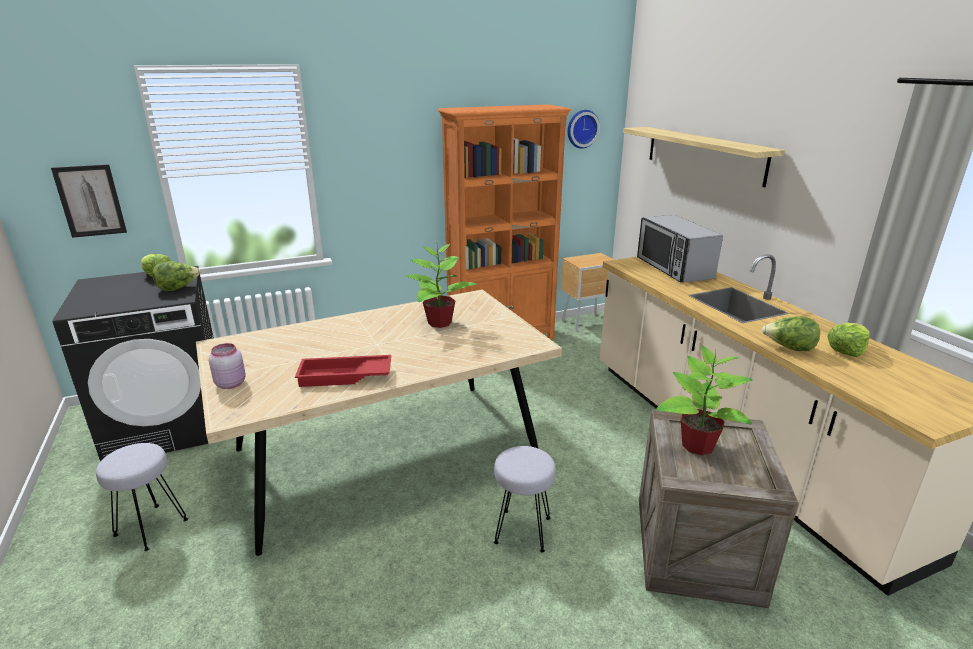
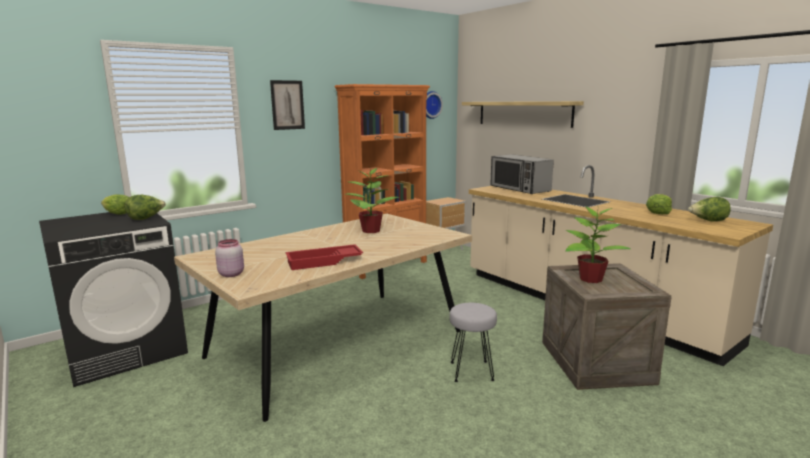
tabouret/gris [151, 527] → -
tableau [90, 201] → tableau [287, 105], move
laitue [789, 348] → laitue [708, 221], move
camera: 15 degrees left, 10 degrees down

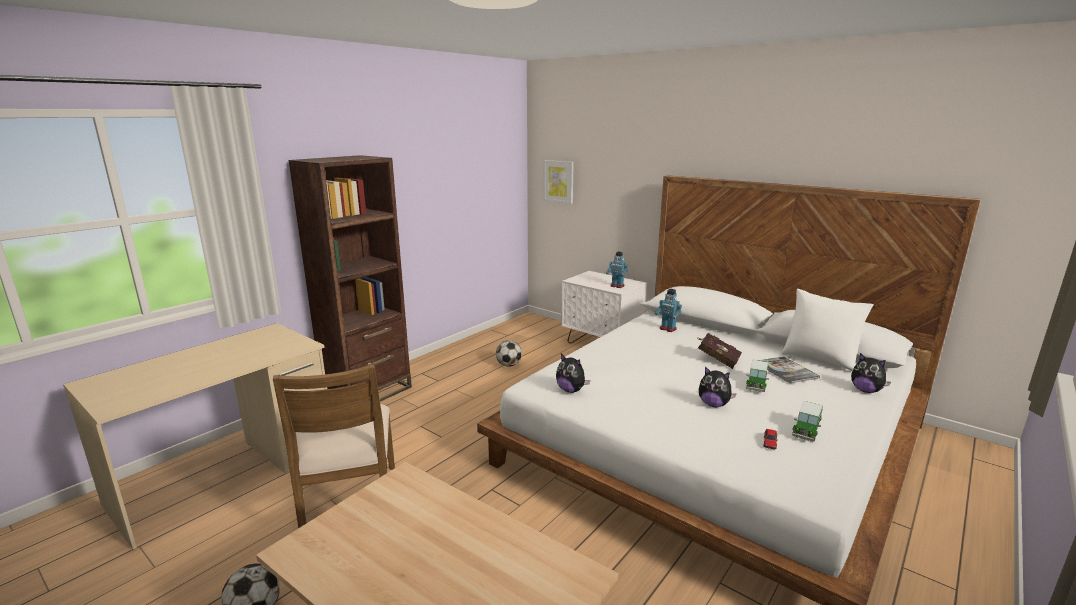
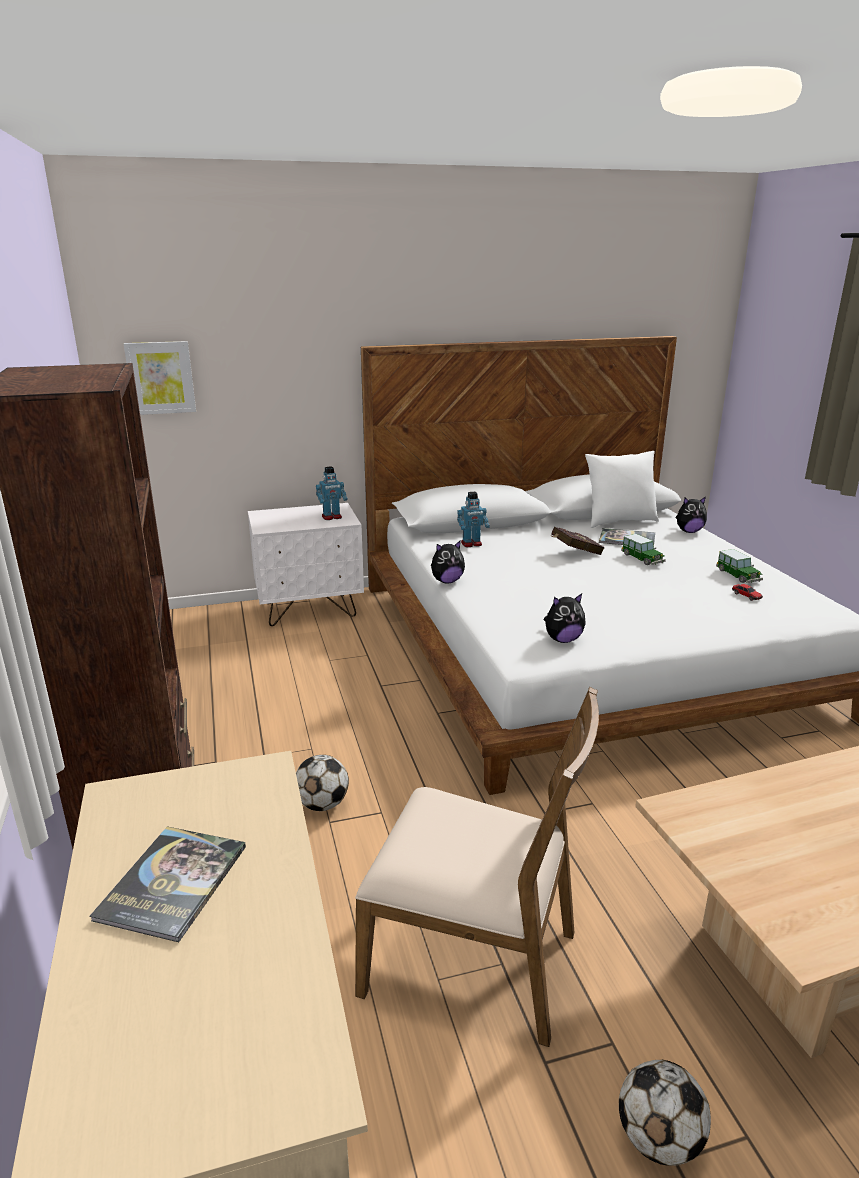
- → livre [172, 882]
ballon de foot [509, 365] → ballon de foot [322, 804], move
peluche [714, 404] → peluche [447, 581], move
camera: 55 degrees left, 5 degrees up

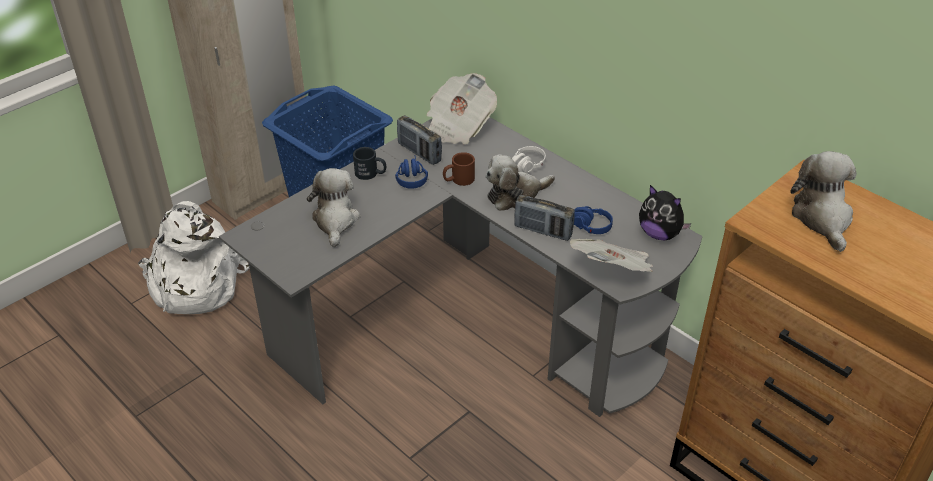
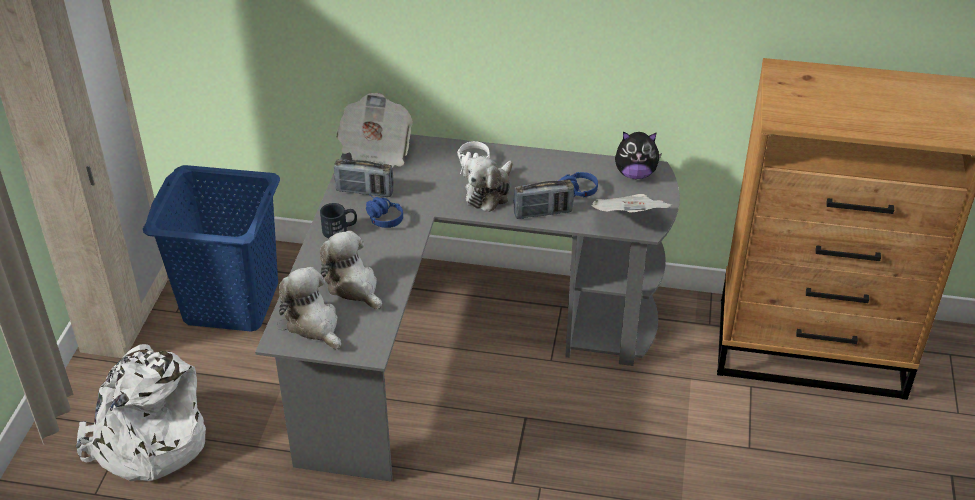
mug/marron [458, 180] → -
peluche [822, 218] → peluche [314, 324], move
camera: 35 degrees left, 0 degrees up

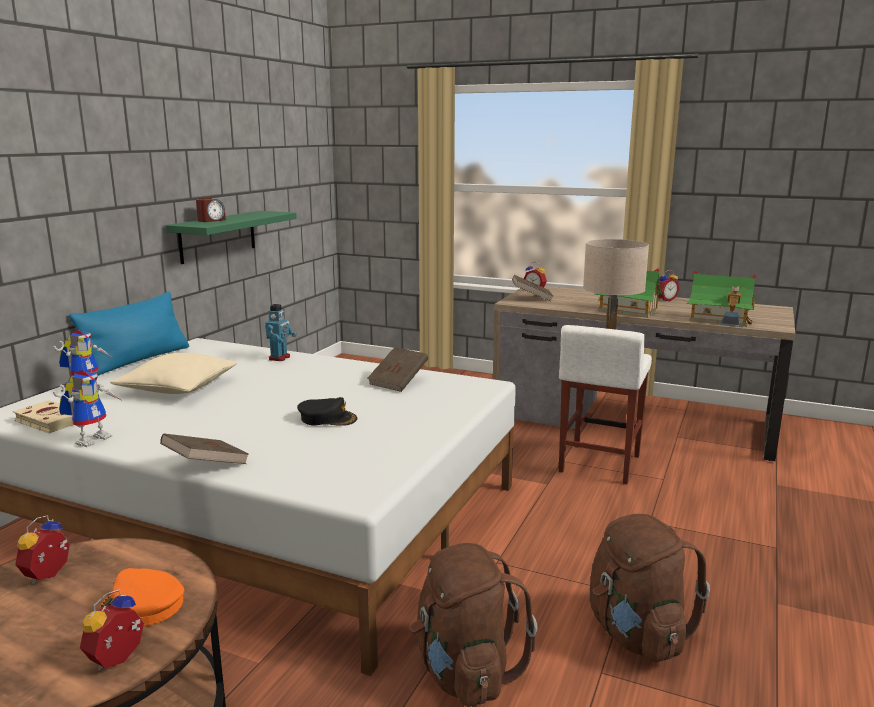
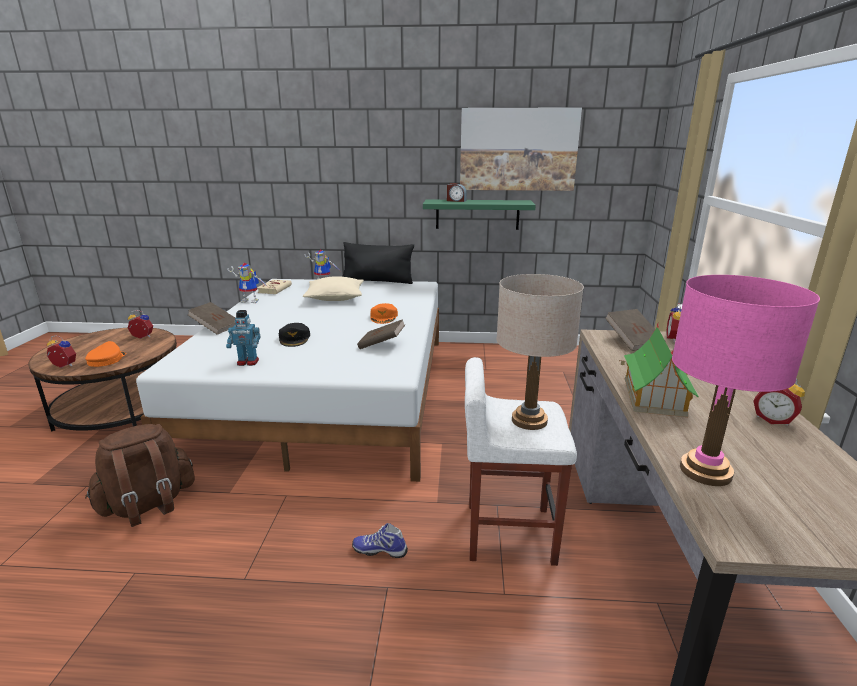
sac à dos/marron [636, 634] → -
- → chaussure [380, 550]
- → casquette/orange [384, 317]
- → tableau [518, 150]
robot jouet [280, 358] → robot jouet [247, 362], move
maison miniature [719, 320] → lampe de table/rose [705, 471]
coussin/bleu [138, 360] → coussin/noir [378, 281]
camera: 70 degrees right, 5 degrees up

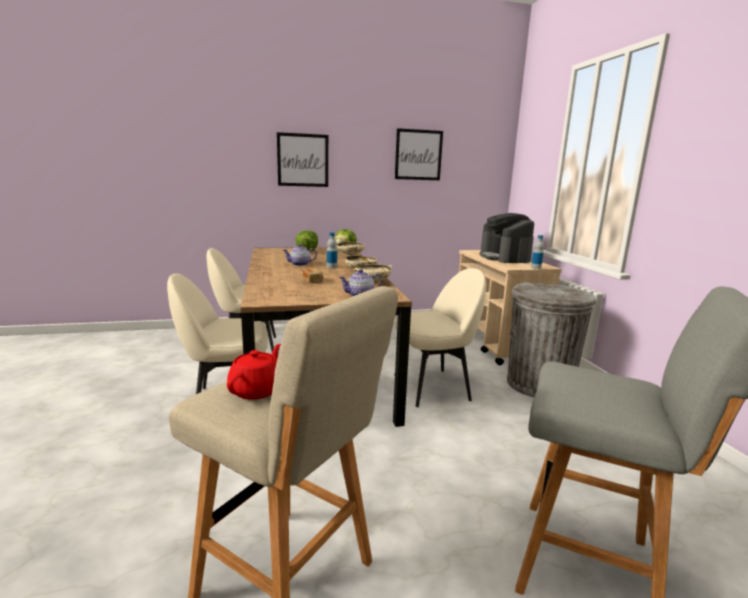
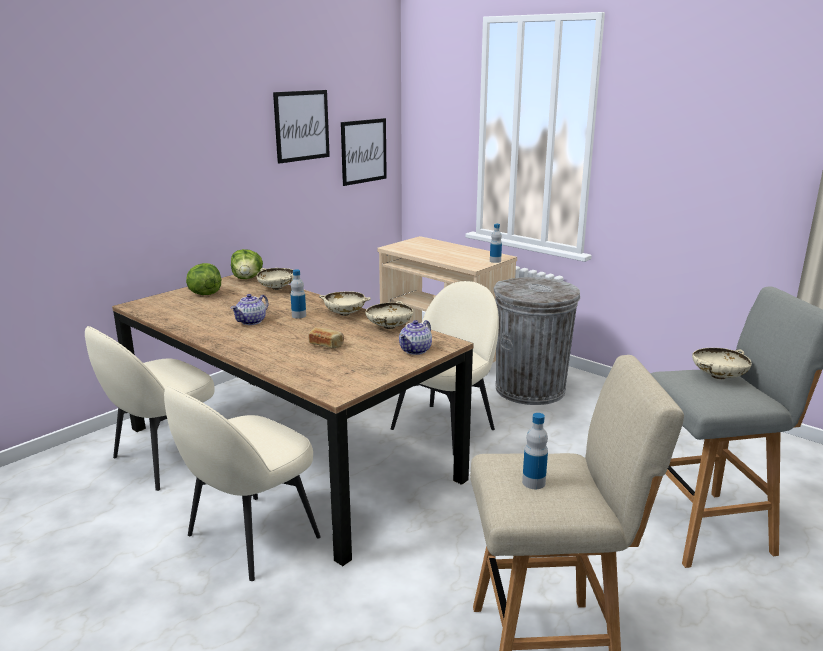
machine à café [504, 257] → -
- → bol/beige [718, 376]
tableau [303, 160] → tableau [363, 151], move
théière/rouge [257, 390] → bouteille [533, 482]
camera: 35 degrees left, 5 degrees up

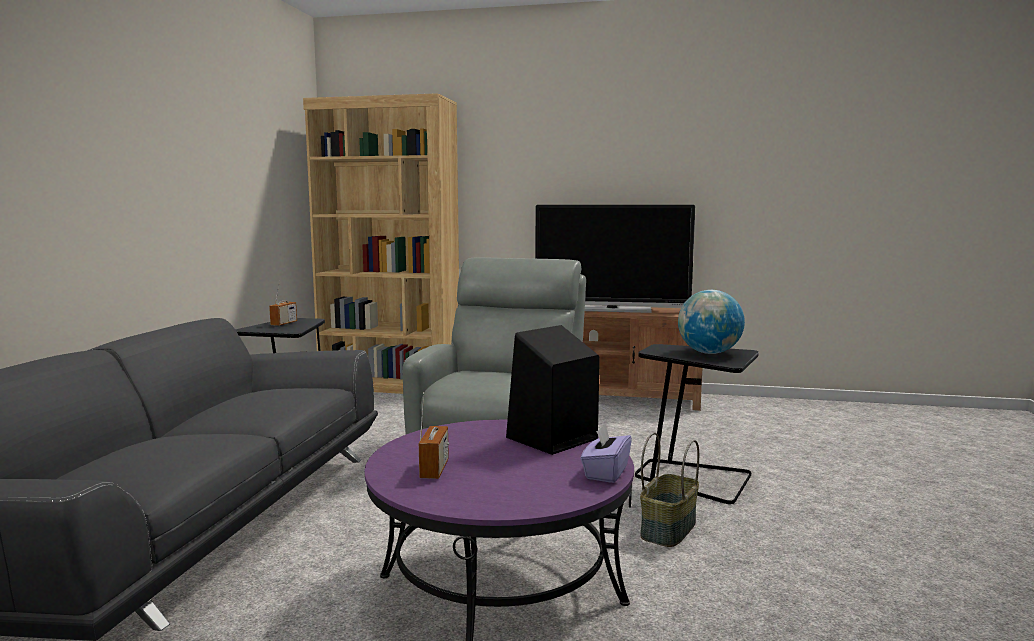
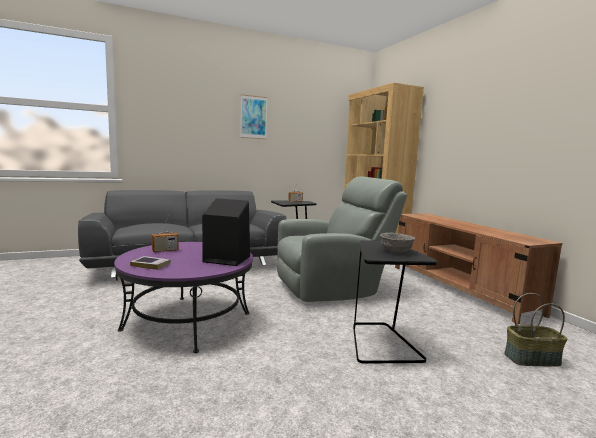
téléviseur [611, 310] → -
boîte à mouchoirs/violet [605, 473] → -
- → livre [150, 265]
- → tableau [253, 117]
panier [667, 529] → panier [532, 358], move
globe [709, 353] → bol/gris [395, 251]
camera: 55 degrees right, 0 degrees up

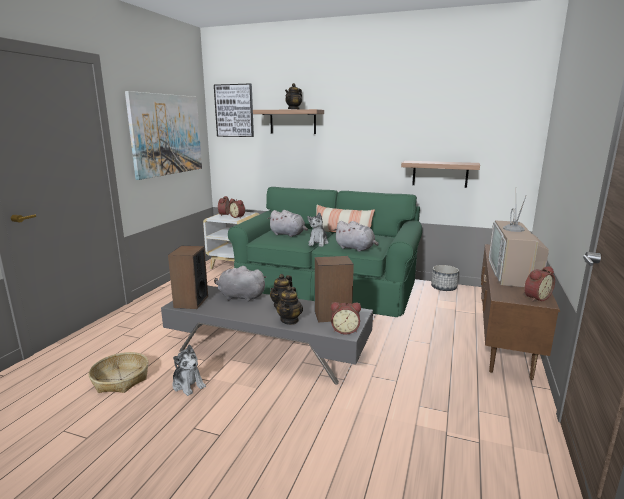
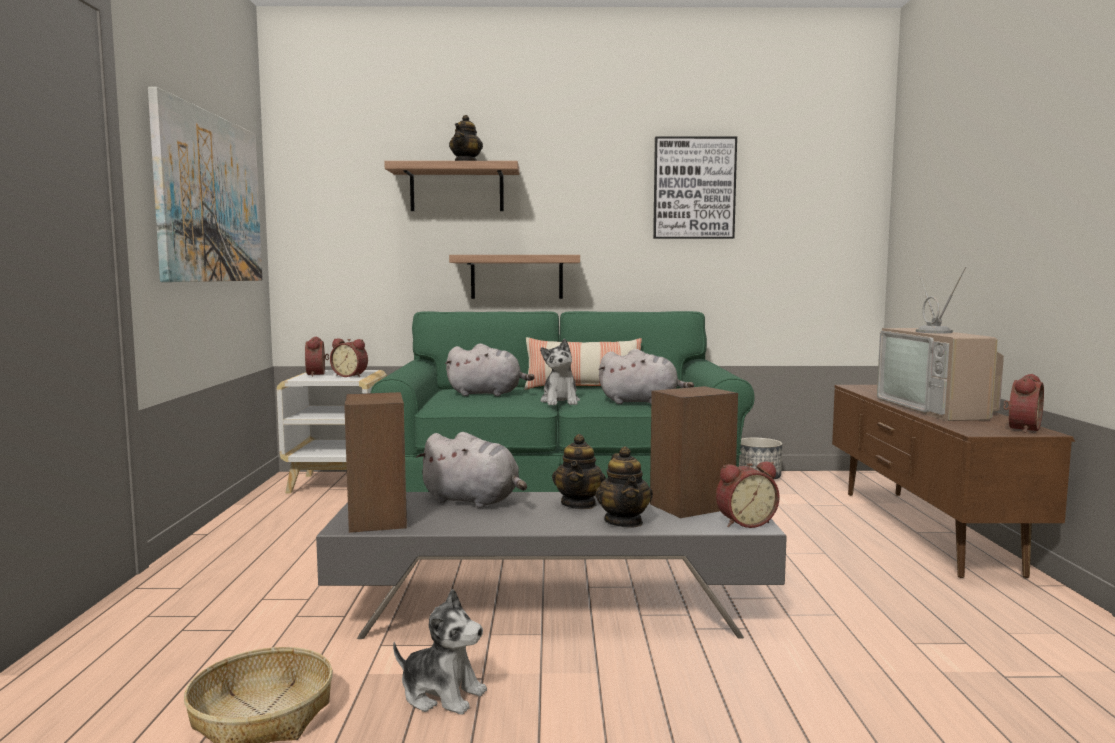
tableau [234, 110] → tableau [694, 188], move
étagère [440, 174] → étagère [516, 277], move
peluche/gris [240, 297] → peluche/gris [474, 501], 150 degrees counterclockwise
camera: 20 degrees left, 10 degrees down

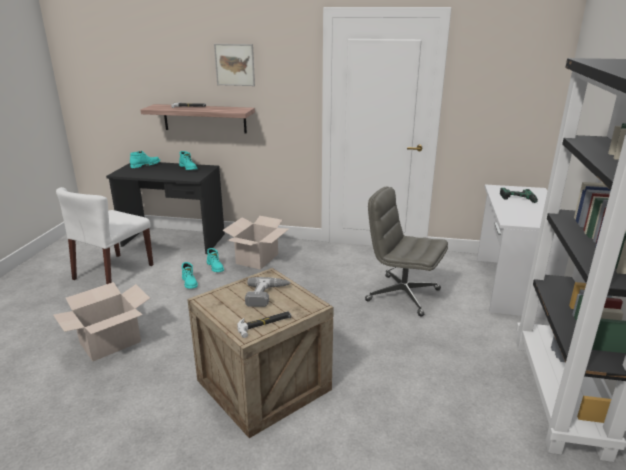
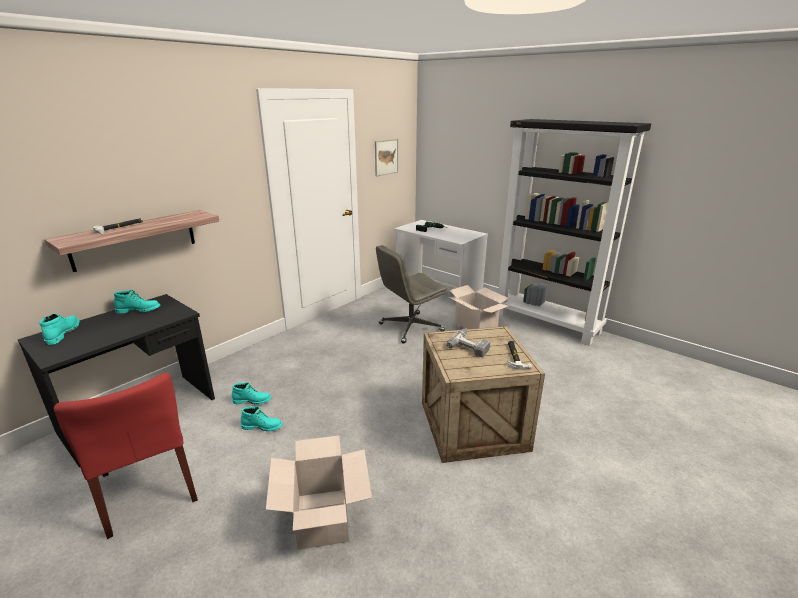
tableau [235, 65] → tableau [386, 157], move
carton [257, 259] → carton [475, 325], move
chaise/blanc [113, 272] → chaise/rouge [148, 487]
camera: 60 degrees left, 0 degrees up

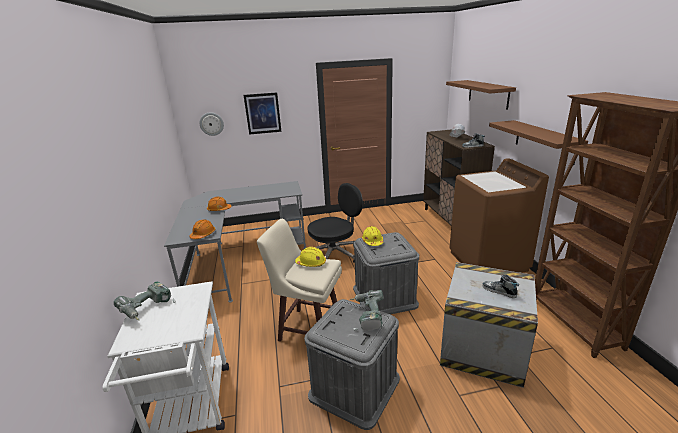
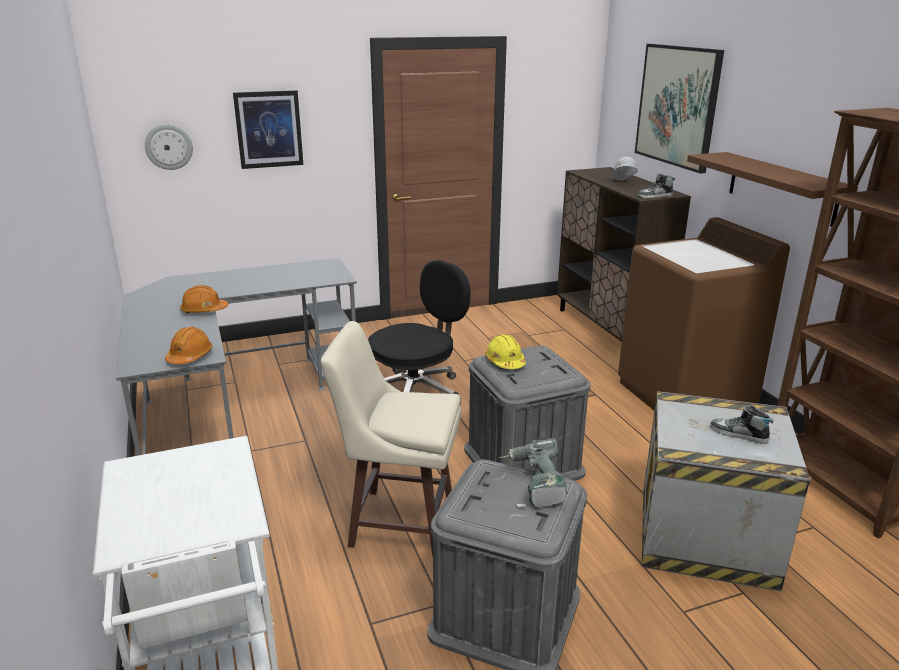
perceuse [148, 310] → -
casque de chantier/jaune [311, 263] → -
étagère/marron [488, 94] → tableau [677, 106]
camera: 10 degrees left, 0 degrees up

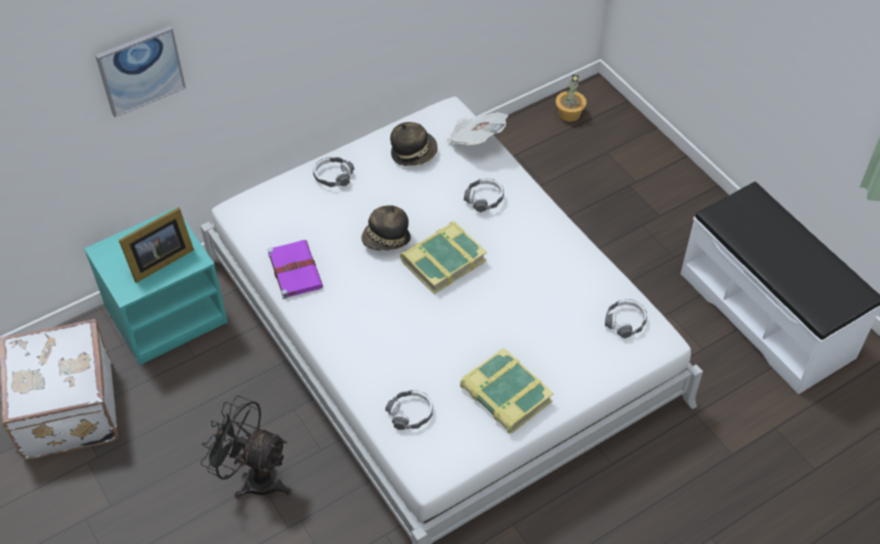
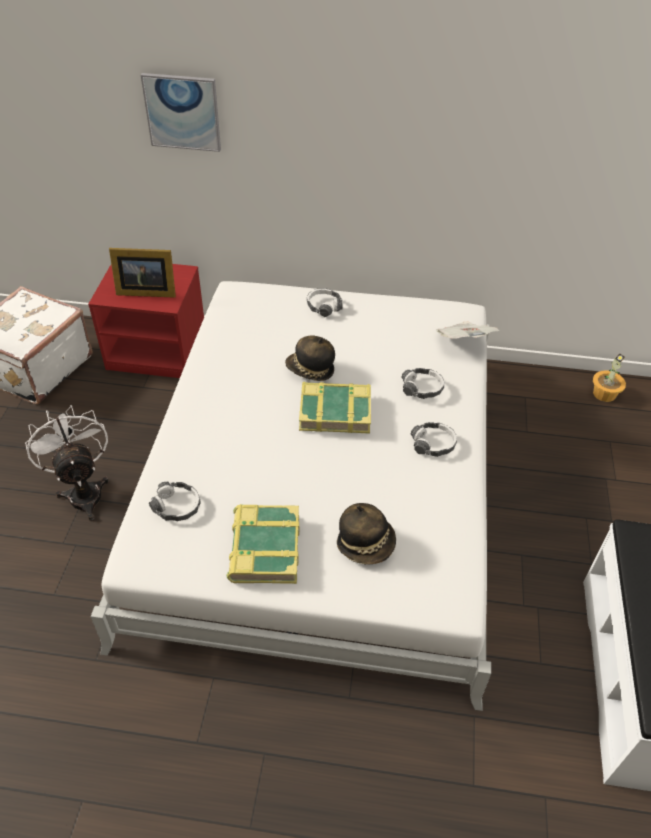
livre/violet [294, 269] → -
chapeau [413, 153] → chapeau [366, 544], move
casque audio [625, 322] → casque audio [433, 444], move
table de chevet/turquoise [167, 314] → table de chevet/rouge [158, 350]
ventilateur/noir [254, 477] → ventilateur/blanc [83, 491]
camera: 40 degrees right, 5 degrees down

